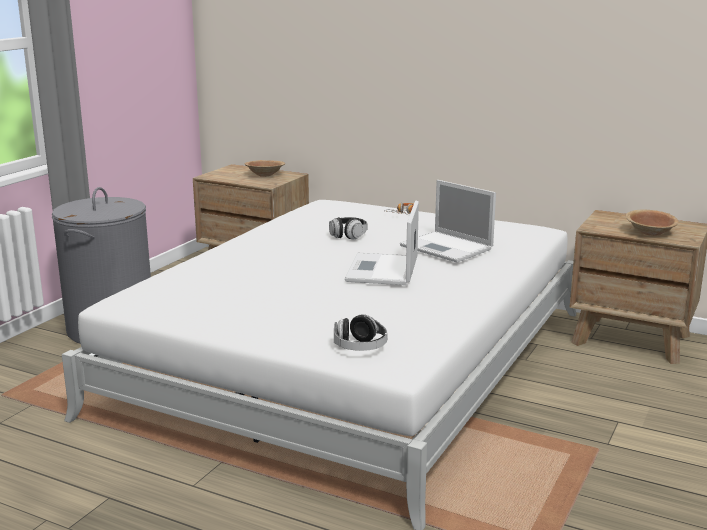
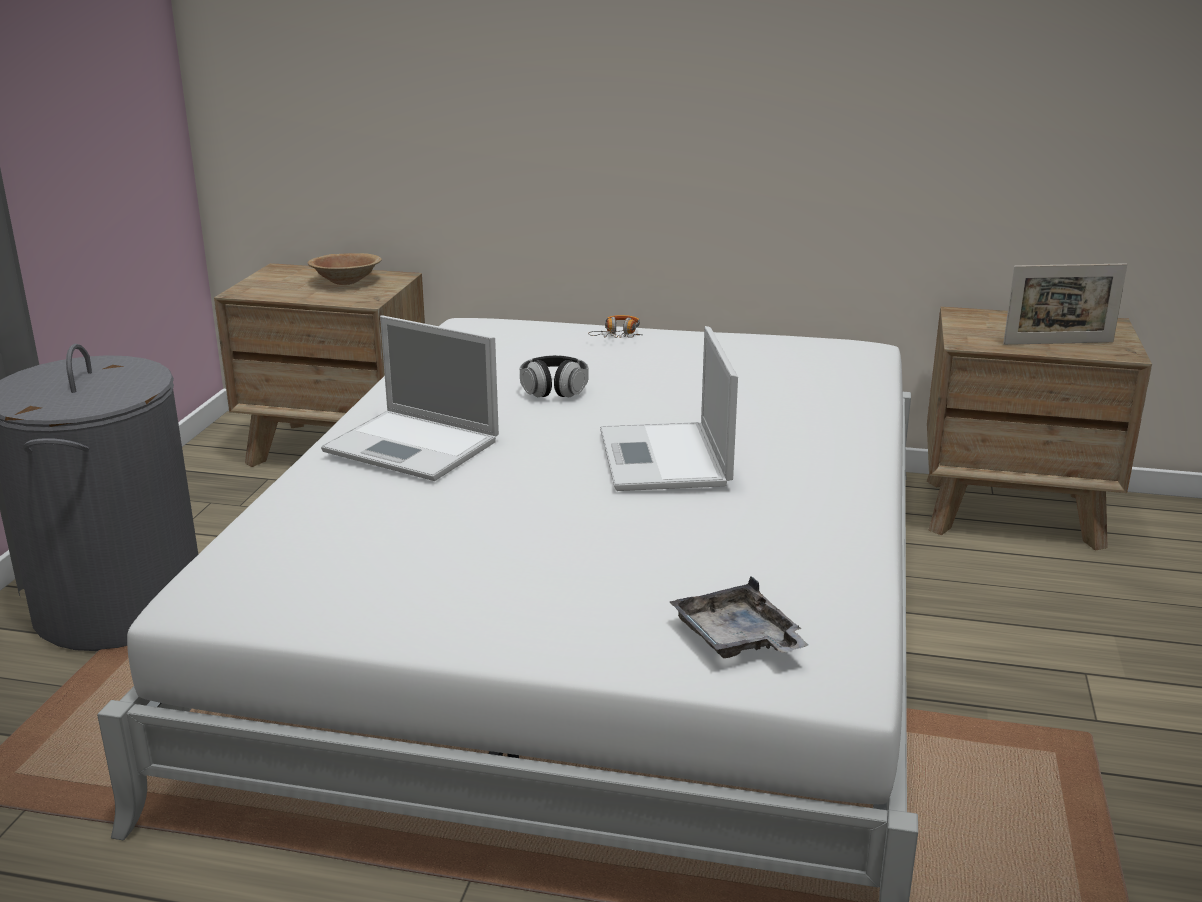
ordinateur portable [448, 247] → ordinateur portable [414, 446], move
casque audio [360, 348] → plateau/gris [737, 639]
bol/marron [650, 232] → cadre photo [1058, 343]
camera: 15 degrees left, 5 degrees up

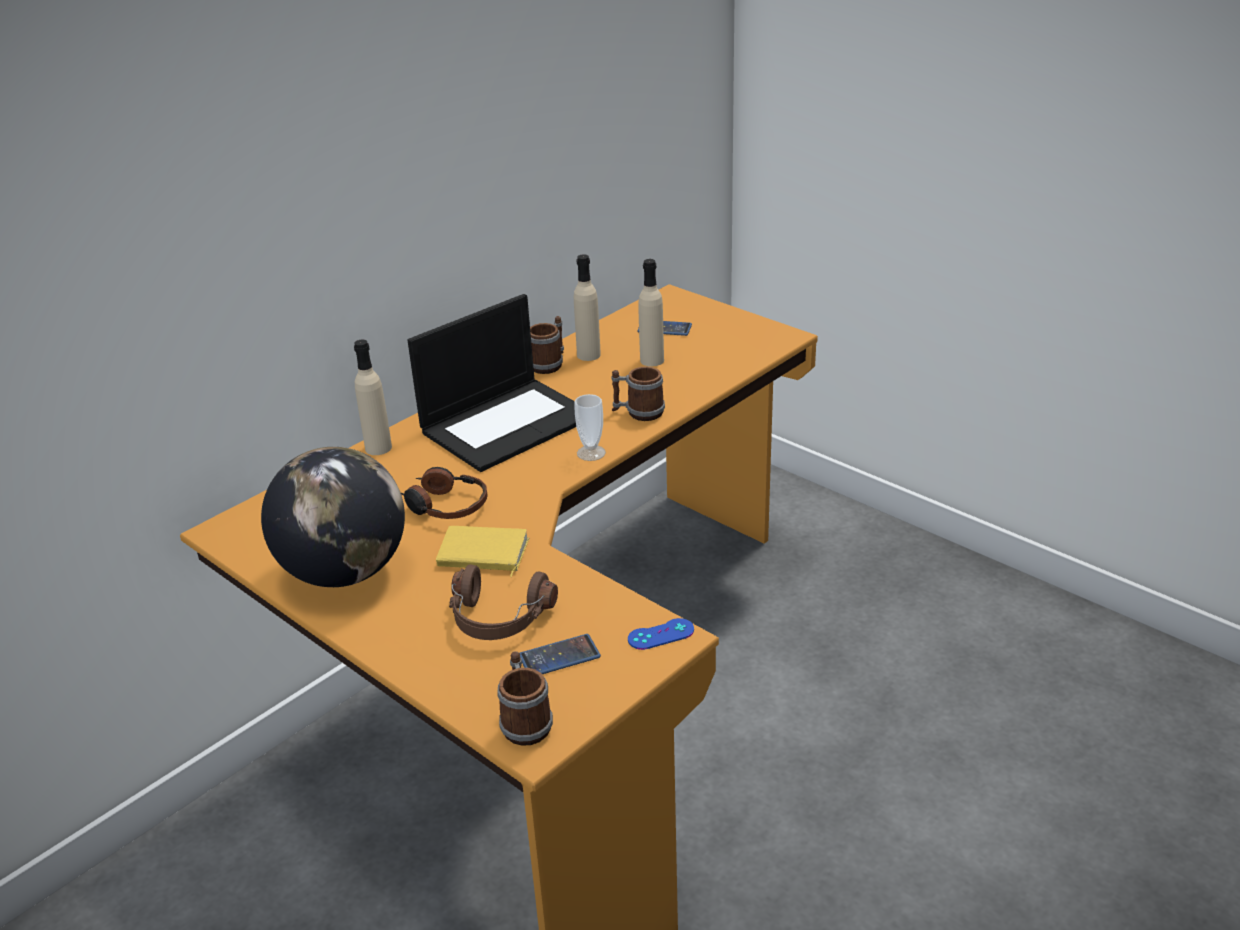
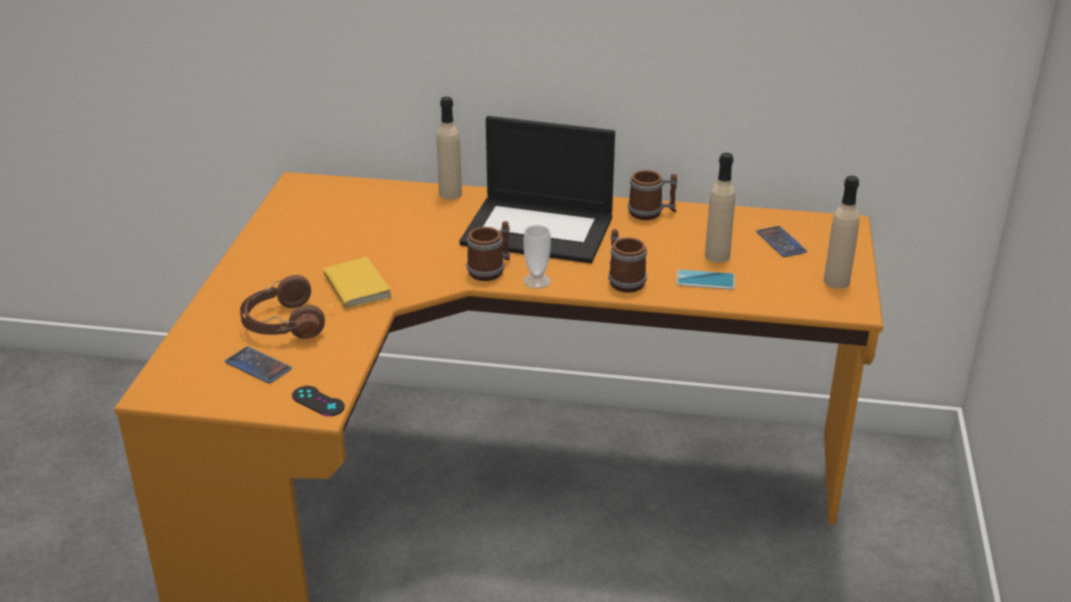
globe [344, 572] → -
casque audio [446, 505] → -
- → téléphone [705, 280]
mug [525, 721] → mug [491, 269], move
bouteille/beige [588, 355] → bouteille/beige [836, 281], move
manette/bleu [661, 634] → manette/noir [318, 401]
camera: 55 degrees right, 0 degrees up

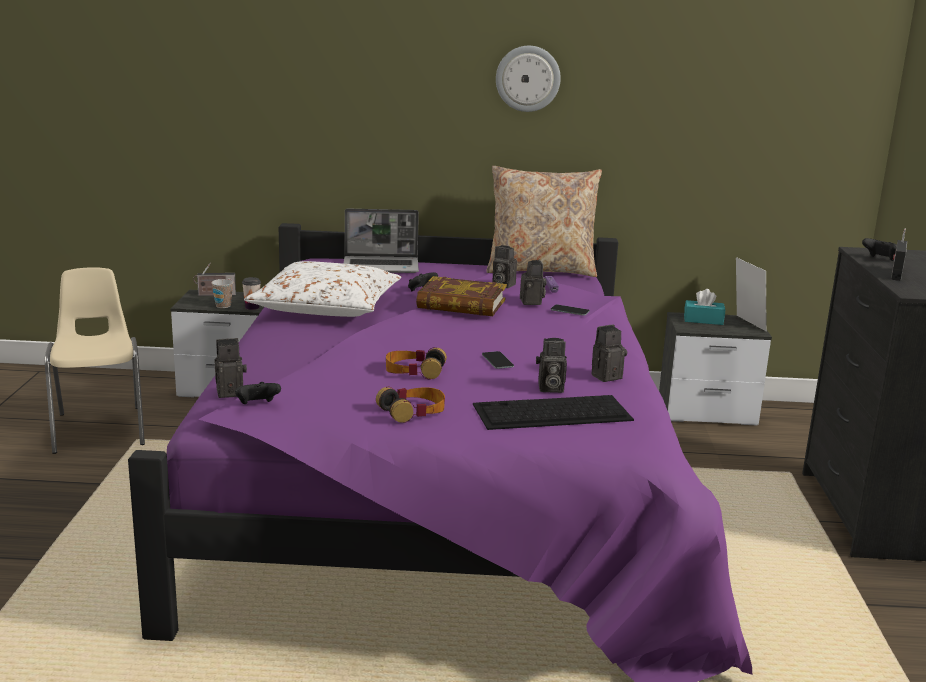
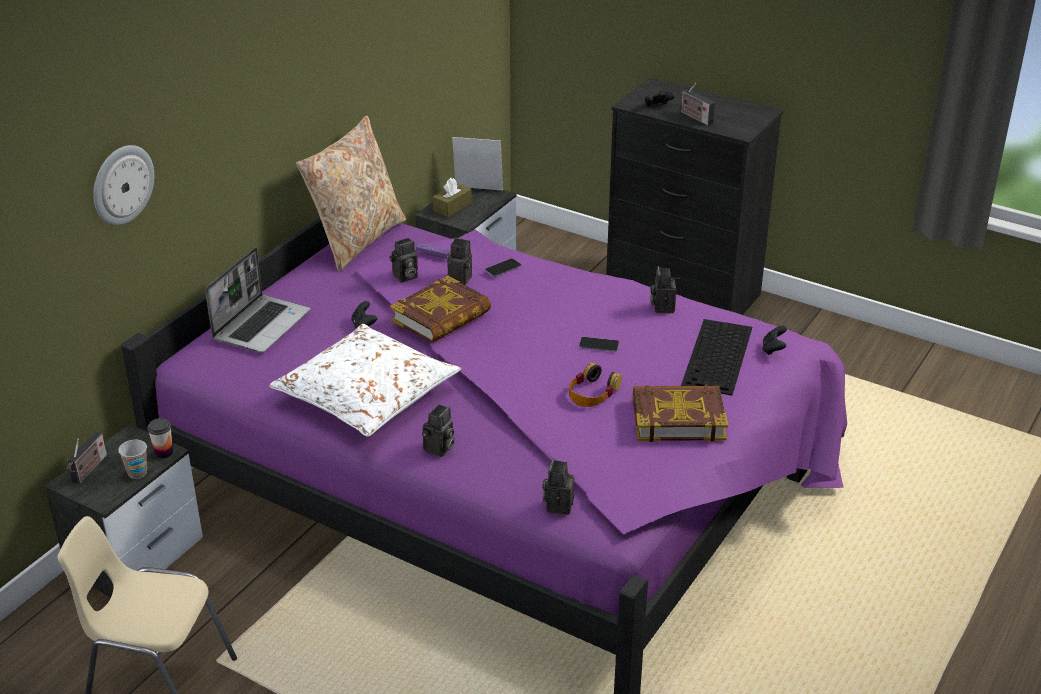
manette/noir [257, 405] → manette/noir [773, 349], move
horloge murale [528, 78] → horloge murale [122, 184], move
appareil photo [549, 388] → appareil photo [439, 449], move
casque audio [413, 411] → livre [678, 419]
boîte à mouchoirs/turquoise [703, 320] → boîte à mouchoirs/marron [452, 207]
camera: 60 degrees left, 15 degrees up

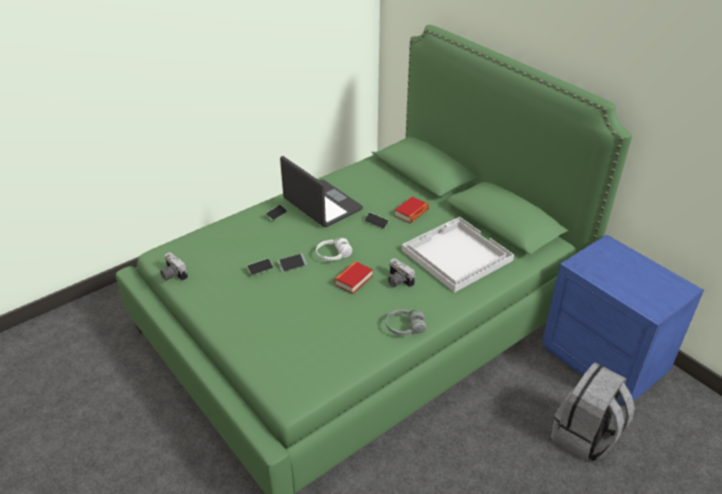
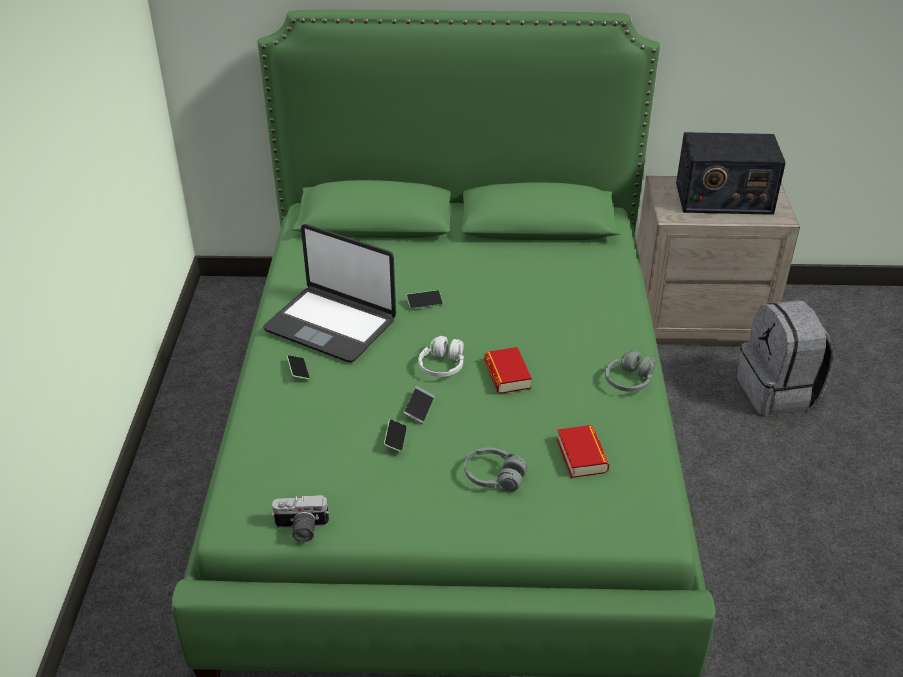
appareil photo [397, 281] → -
plateau/blanc [455, 255] → -
- → casque audio/gris [494, 477]
- → radio [723, 198]
livre [411, 213] → livre [582, 456], move
table de chevet/bleu [604, 360] → table de chevet/beige [698, 318]
ordinateur portable [322, 205] → ordinateur portable [331, 324], 150 degrees counterclockwise
camera: 50 degrees left, 0 degrees up

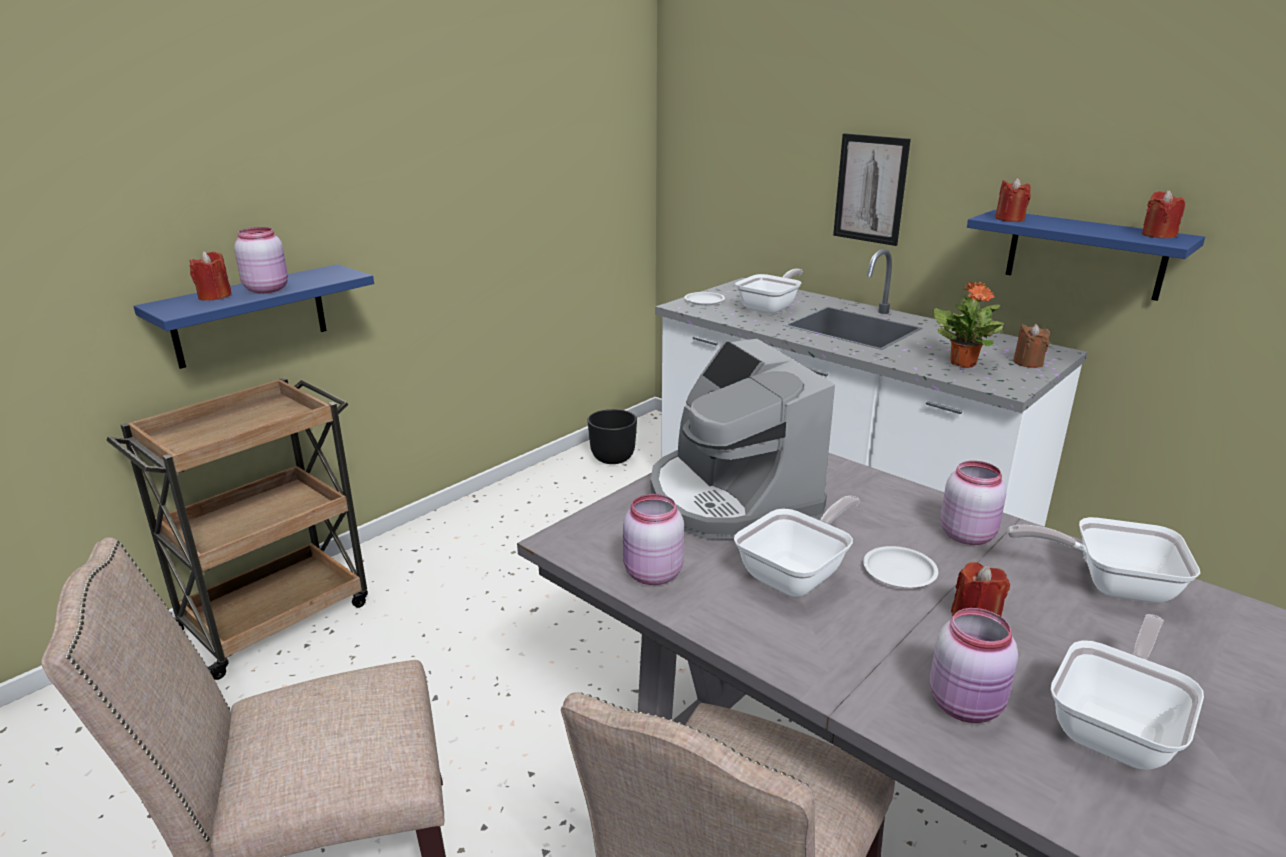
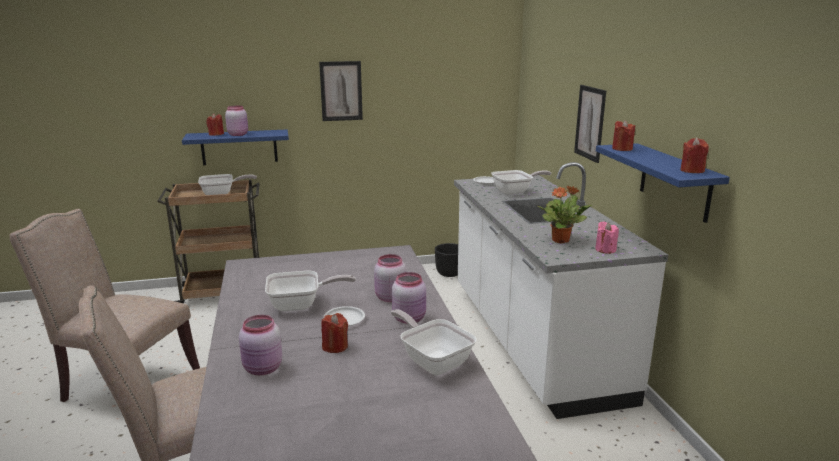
machine à café [730, 498] → -
- → tableau [341, 91]
bocal/rose [651, 574] → bocal/rose [389, 297], move
poêle [1117, 729] → poêle [222, 194], move
bougie/marron [1028, 363] → bougie/rose [605, 250]
camera: 35 degrees right, 5 degrees down

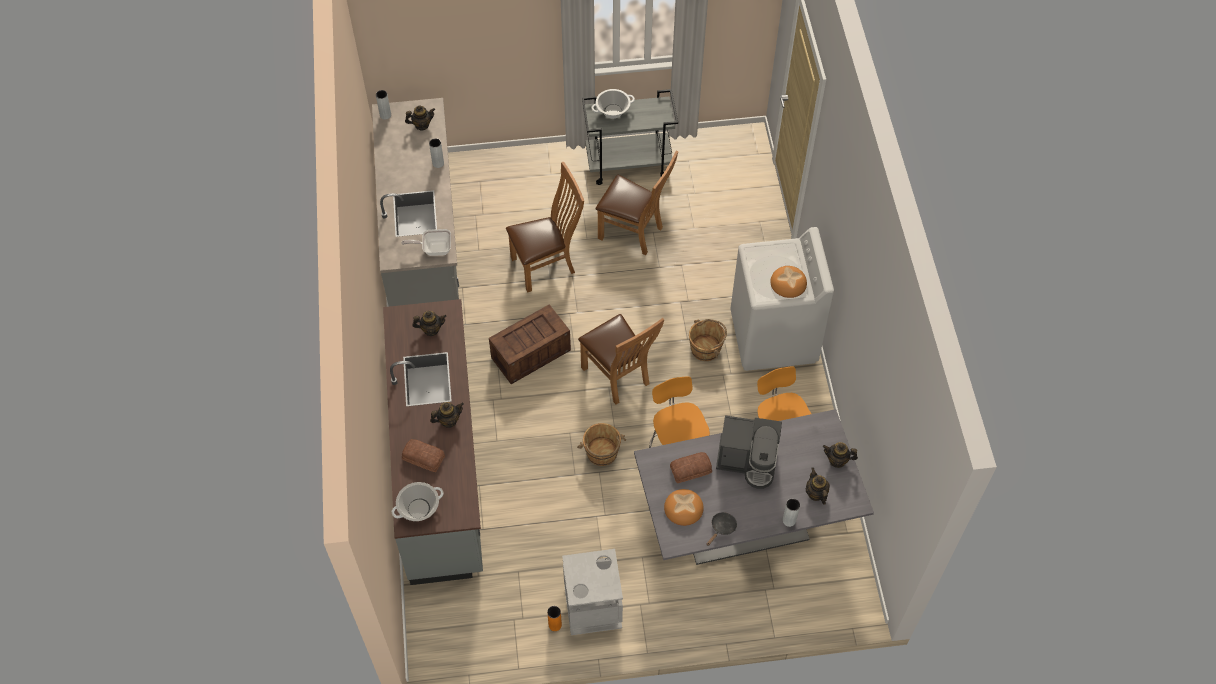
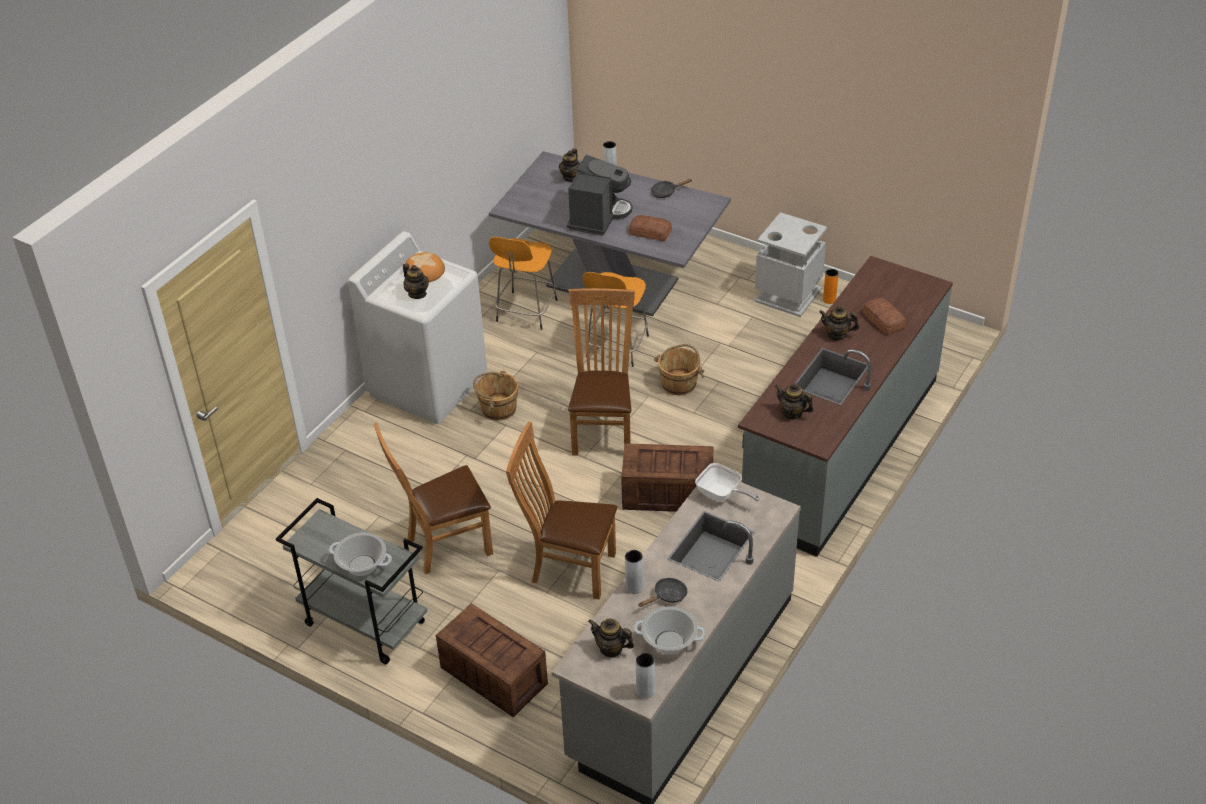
pain [683, 508] → -
- → caisse [492, 675]
- → poêle/noir [667, 596]
marmite [419, 508] → marmite [669, 642], move
théière [837, 460] → théière [417, 294], move
chaise/marron [634, 233] → chaise/marron [444, 546], 90 degrees counterclockwise
machine à café [748, 460] → machine à café [598, 216], 60 degrees clockwise
camera: 140 degrees left, 15 degrees down

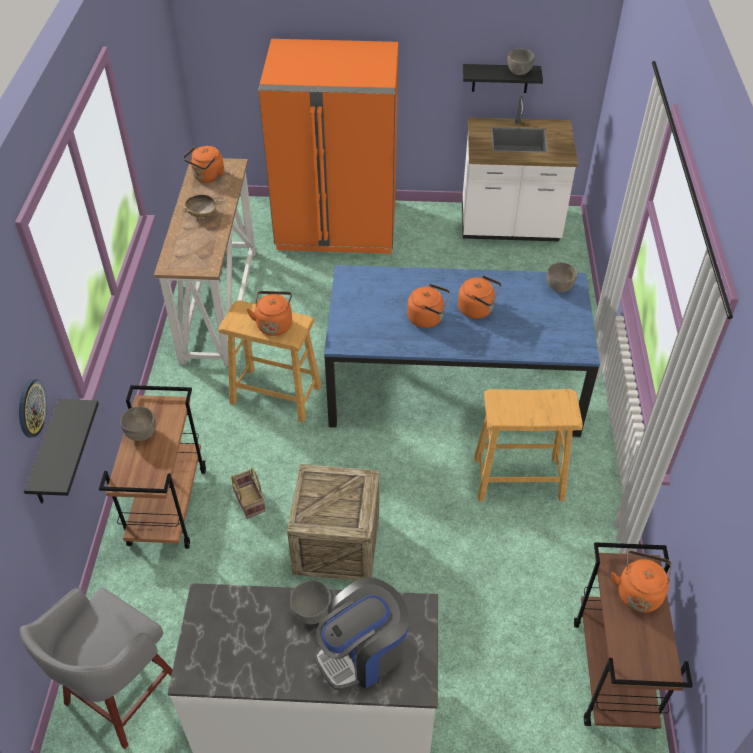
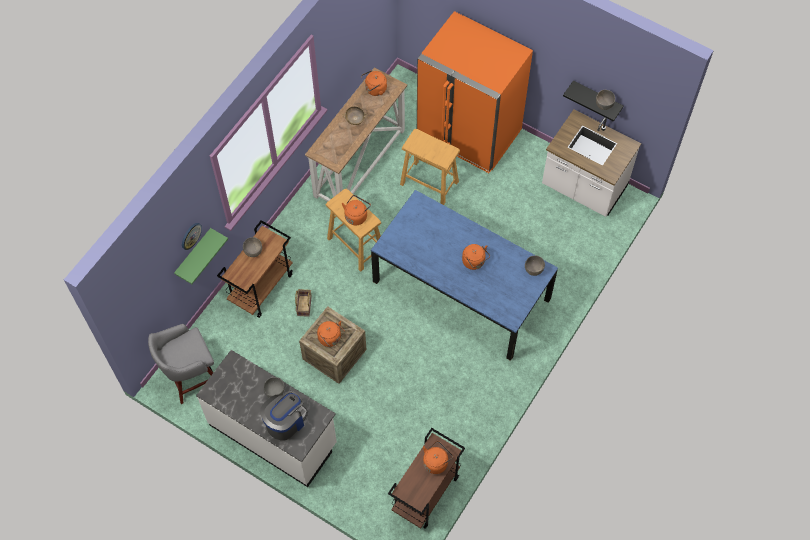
bouilloire/orange [427, 318] → bouilloire/orange [331, 338], move
tabouret/beige [517, 478] → tabouret/beige [429, 182], move
étagère/noir [47, 456] → étagère/vert [194, 255]
machine à café [363, 652] → machine à café [285, 421], 135 degrees clockwise
camera: 30 degrees right, 15 degrees up

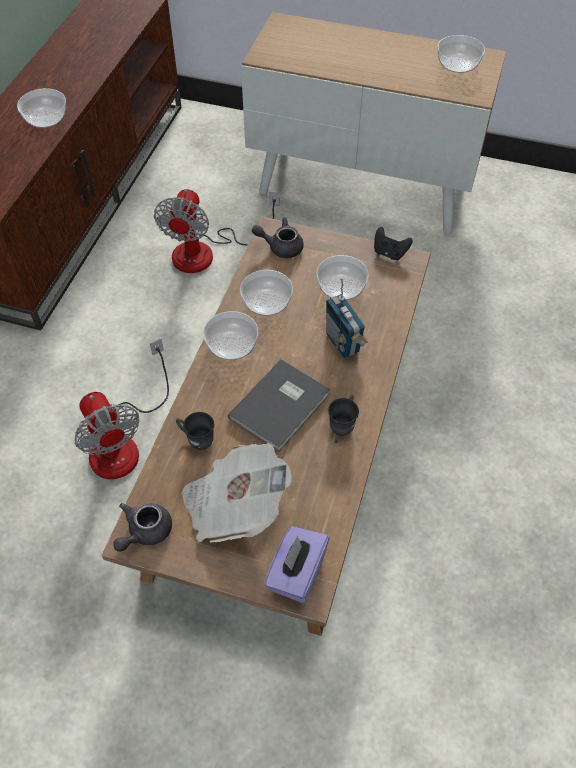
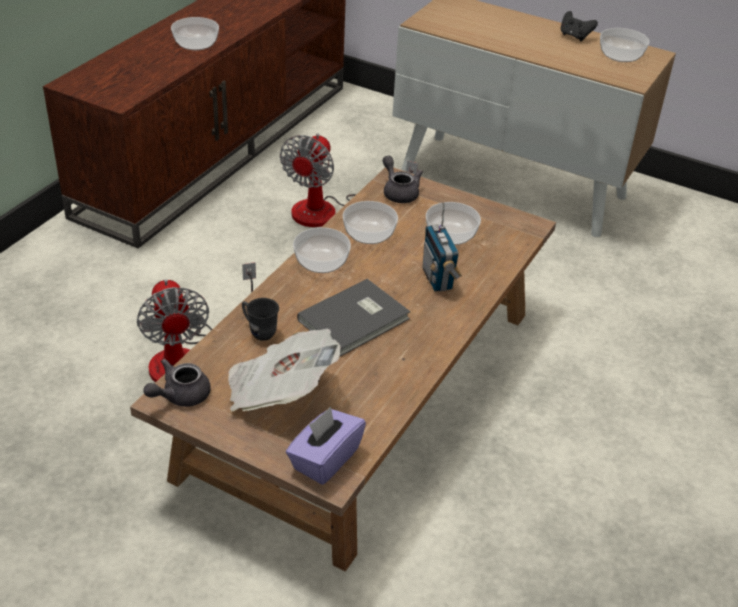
mug/gris [343, 423] → -
manette/noir [389, 253] → manette/noir [574, 36], move
théière/gris [281, 247] → théière/gris [399, 192], 45 degrees clockwise
camera: 10 degrees right, 15 degrees down

